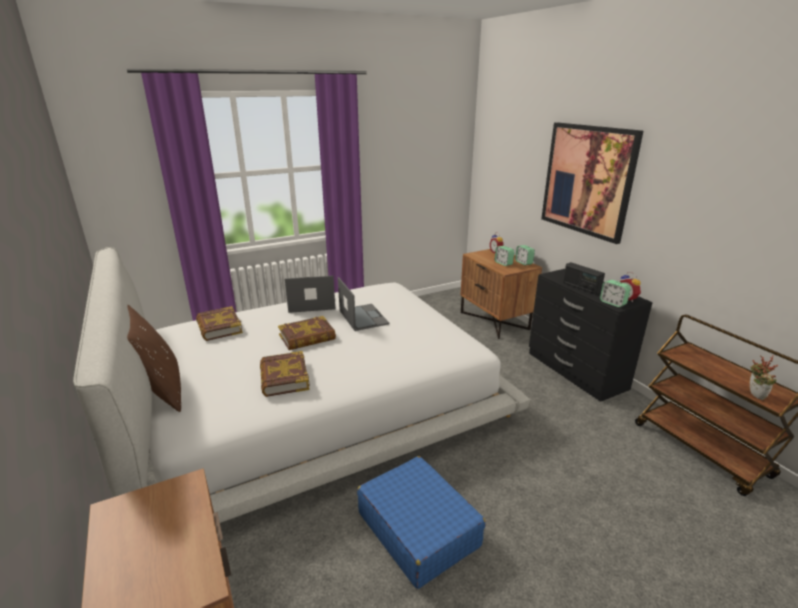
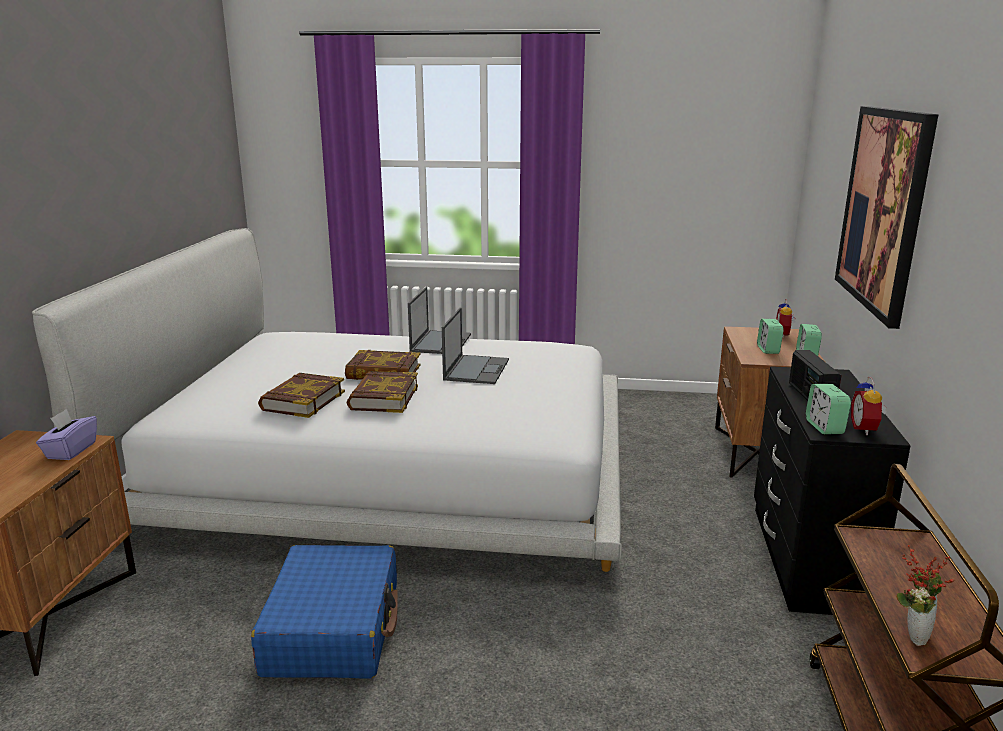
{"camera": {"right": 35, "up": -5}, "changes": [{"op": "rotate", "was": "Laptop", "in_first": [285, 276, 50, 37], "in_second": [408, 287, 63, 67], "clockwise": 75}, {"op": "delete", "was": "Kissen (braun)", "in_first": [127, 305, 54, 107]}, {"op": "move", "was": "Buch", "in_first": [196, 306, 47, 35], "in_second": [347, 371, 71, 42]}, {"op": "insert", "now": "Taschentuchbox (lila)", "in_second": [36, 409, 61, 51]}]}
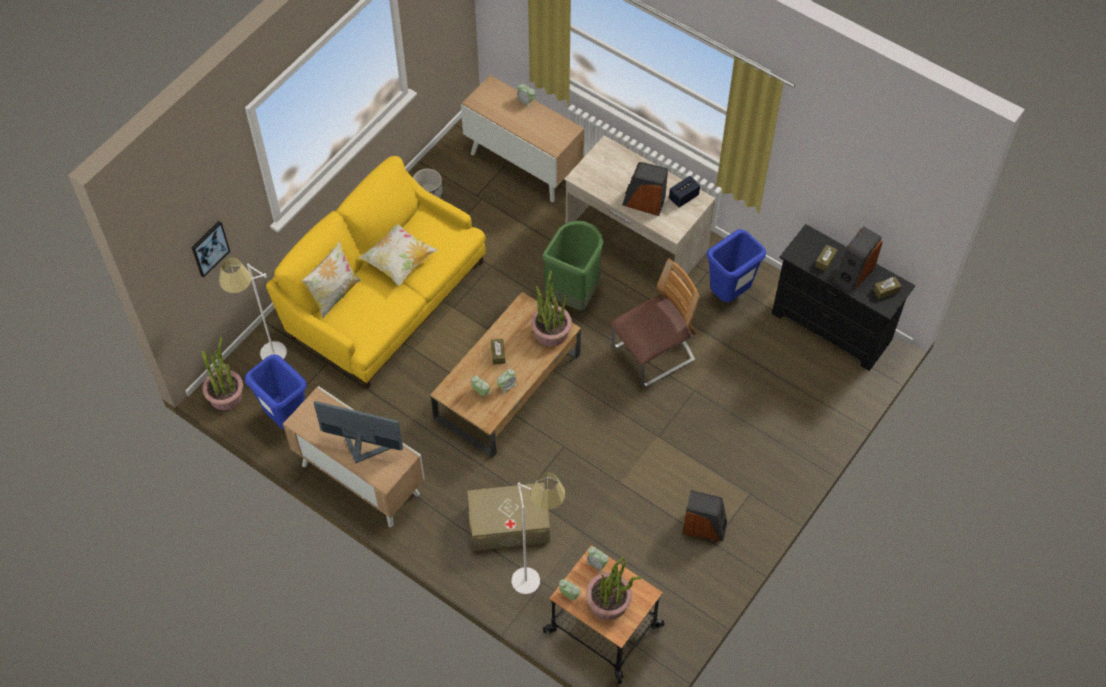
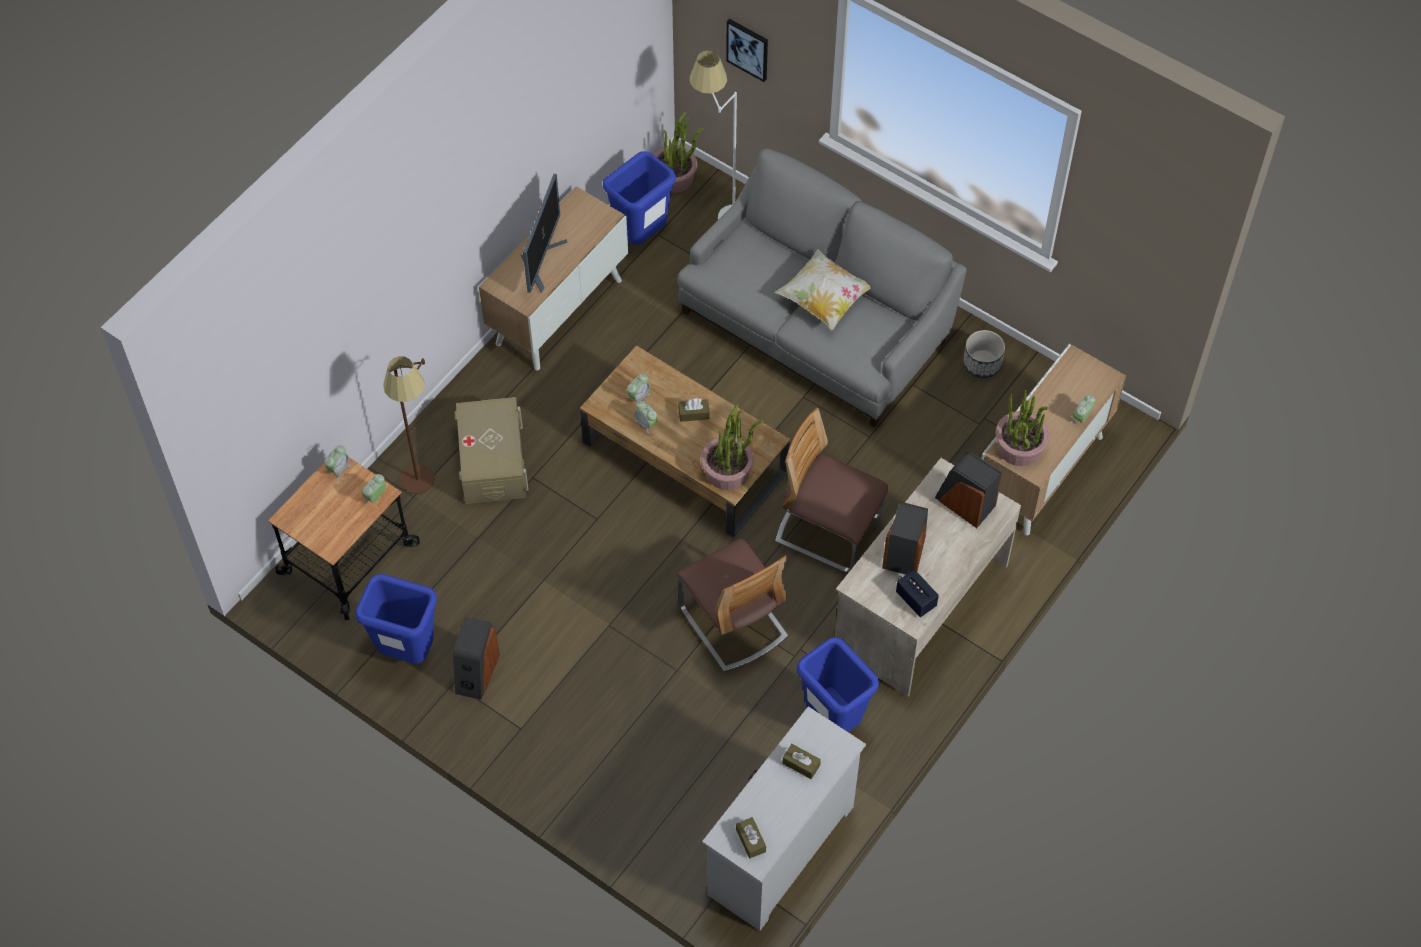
{"camera": {"right": 90, "up": 0}, "changes": [{"op": "recolor", "was": "Sofa (gelb)", "now": "Sofa (grau)", "in_first": [266, 156, 220, 233], "in_second": [678, 148, 288, 280]}, {"op": "replace", "was": "Mülleimer (grün)", "now": "Stuhl", "in_first": [542, 221, 62, 89], "in_second": [775, 408, 114, 164]}, {"op": "recolor", "was": "Kommode (schwarz)", "now": "Kommode (weiß)", "in_first": [772, 224, 143, 147], "in_second": [702, 706, 164, 225]}, {"op": "move", "was": "Lautsprecher", "in_first": [833, 226, 50, 67], "in_second": [935, 452, 67, 76]}, {"op": "delete", "was": "Kissen", "in_first": [302, 241, 58, 78]}, {"op": "recolor", "was": "Stehlampe (weiß)", "now": "Stehlampe (braun)", "in_first": [512, 472, 53, 122], "in_second": [383, 356, 52, 138]}, {"op": "move", "was": "Topfpflanze", "in_first": [586, 557, 55, 63], "in_second": [995, 390, 54, 76]}, {"op": "insert", "now": "Mülleimer (blau)", "in_second": [355, 574, 82, 90]}]}
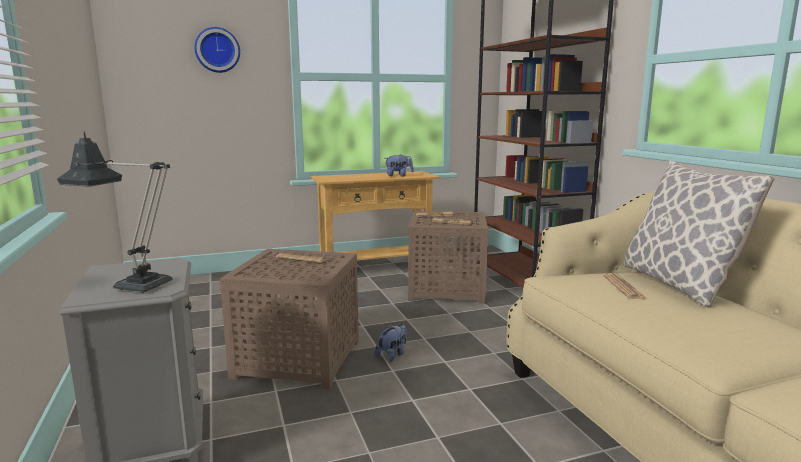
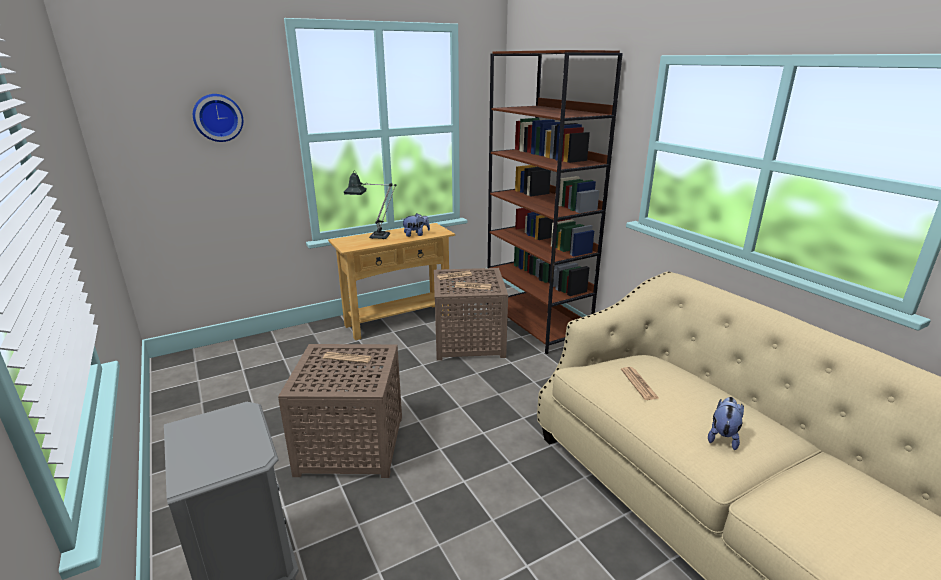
{"camera": {"right": -10, "up": 10}, "changes": [{"op": "move", "was": "Tischlampe", "in_first": [57, 132, 116, 161], "in_second": [344, 171, 52, 68]}, {"op": "delete", "was": "Kissen", "in_first": [623, 160, 152, 148]}, {"op": "move", "was": "Plüschtier", "in_first": [375, 323, 32, 39], "in_second": [708, 397, 36, 53]}]}
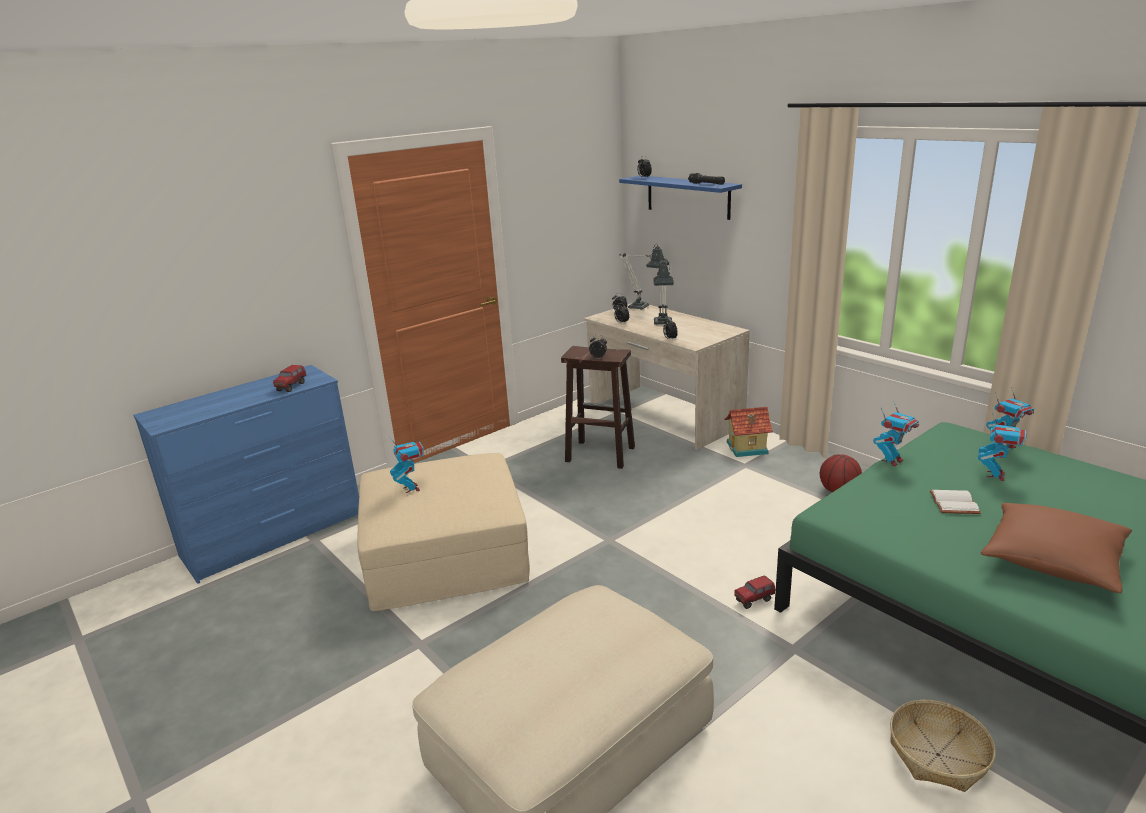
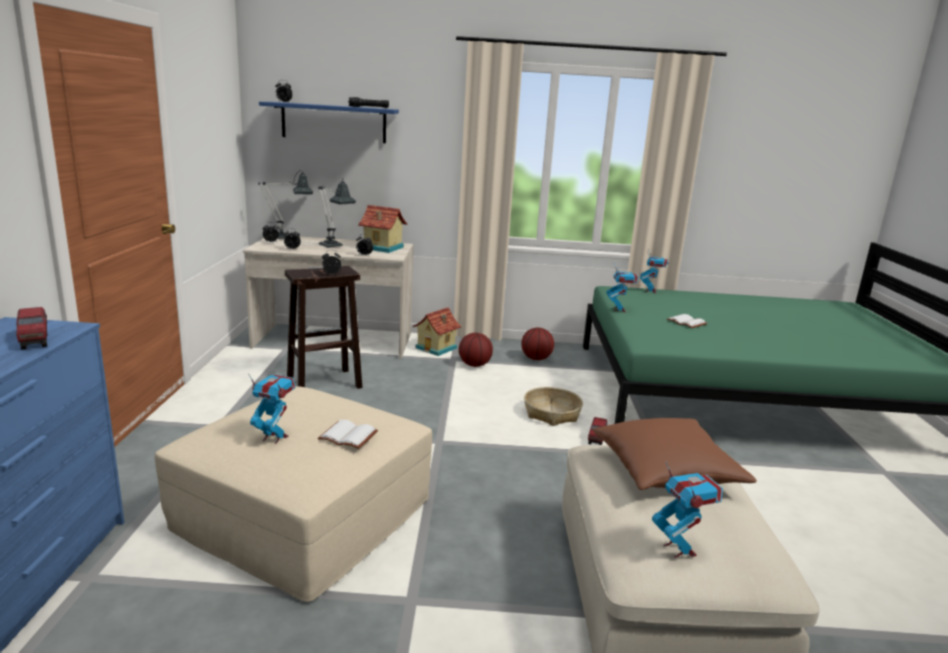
{"camera": {"right": -50, "up": -5}, "changes": [{"op": "move", "was": "Spielzeugroboter", "in_first": [978, 413, 49, 68], "in_second": [652, 461, 71, 96]}, {"op": "move", "was": "Kissen (braun)", "in_first": [981, 503, 151, 90], "in_second": [592, 418, 165, 72]}, {"op": "move", "was": "Korb", "in_first": [890, 700, 106, 92], "in_second": [524, 387, 59, 39]}, {"op": "insert", "now": "Spielzeughaus", "in_second": [358, 205, 49, 48]}, {"op": "insert", "now": "Basketball", "in_second": [459, 333, 34, 34]}, {"op": "insert", "now": "Buch (weiß)", "in_second": [318, 420, 60, 29]}]}
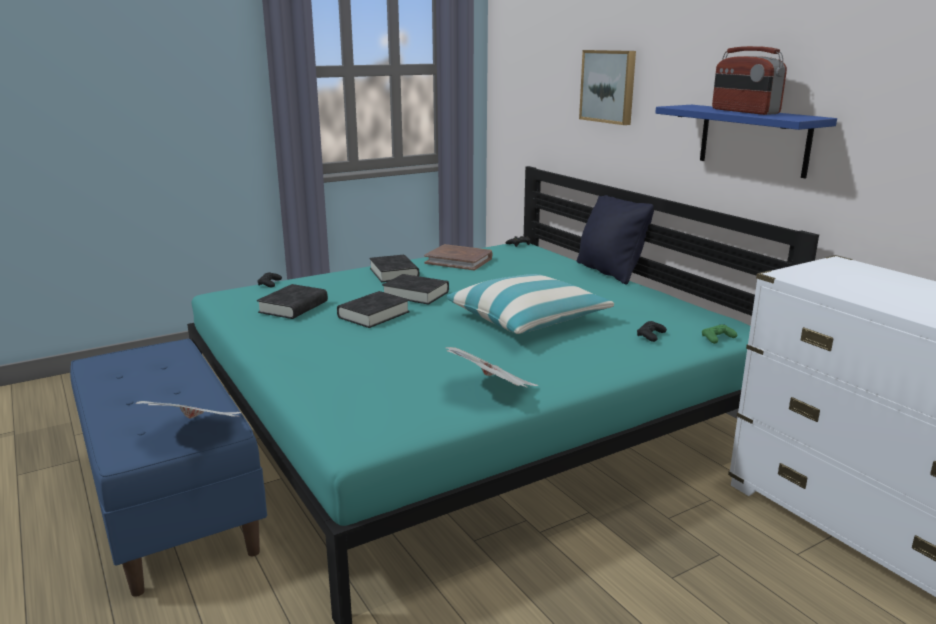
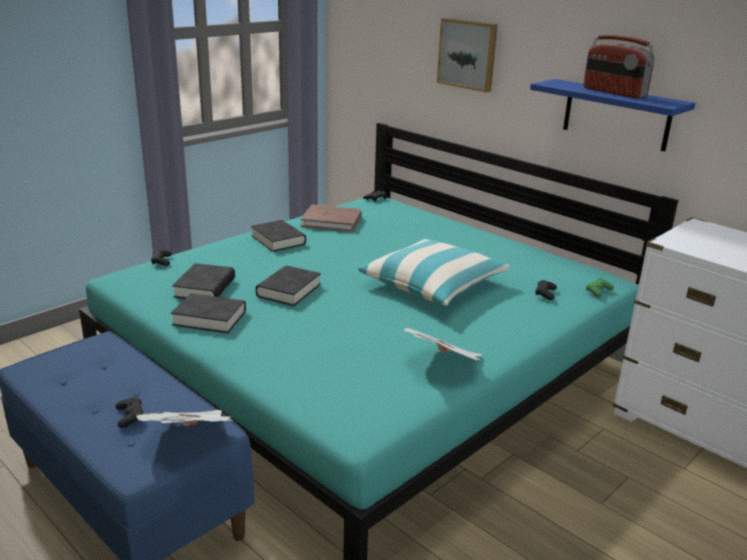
{"camera": {"right": -15, "up": 5}, "changes": [{"op": "delete", "was": "Kissen (schwarz)", "in_first": [577, 195, 77, 89]}, {"op": "move", "was": "Buch (schwarz)", "in_first": [382, 274, 67, 31], "in_second": [171, 293, 75, 40]}, {"op": "insert", "now": "Gamepad (schwarz)", "in_second": [115, 397, 29, 31]}]}
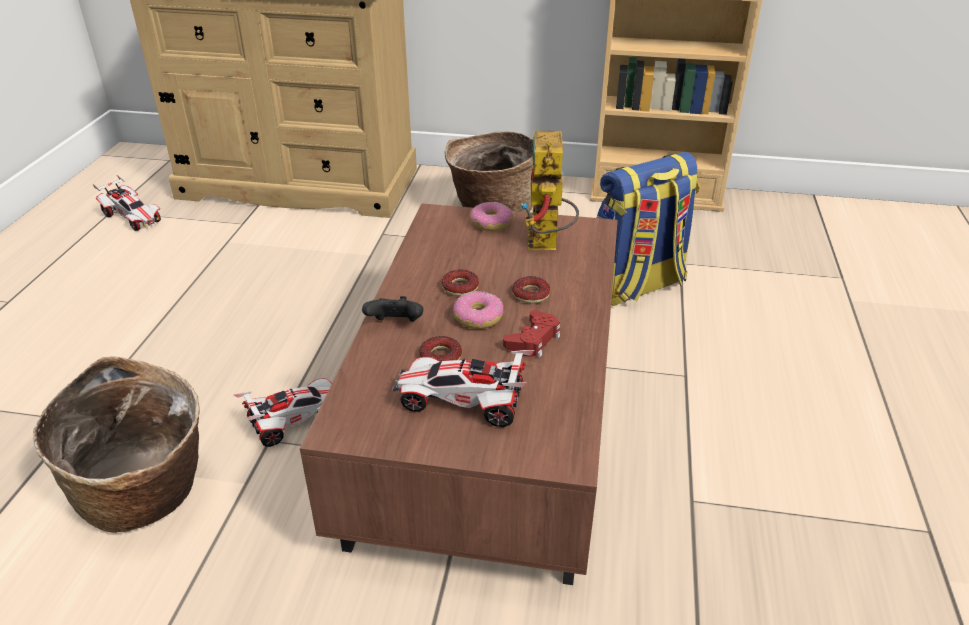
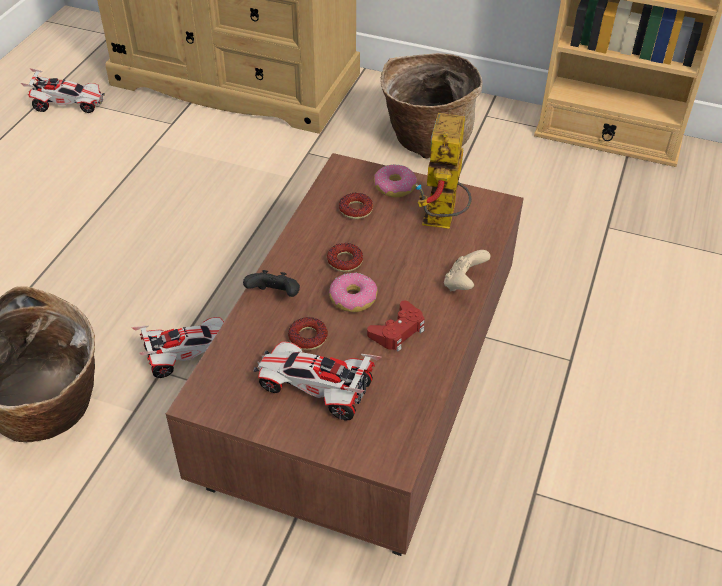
{"camera": {"right": 10, "up": 10}, "changes": [{"op": "delete", "was": "Rucksack", "in_first": [597, 152, 103, 154]}, {"op": "rotate", "was": "Spielzeugauto", "in_first": [93, 175, 68, 56], "in_second": [21, 68, 84, 45], "clockwise": -45}, {"op": "move", "was": "Donut", "in_first": [512, 276, 38, 28], "in_second": [339, 193, 34, 26]}, {"op": "insert", "now": "Gamepad (beige)", "in_second": [444, 250, 46, 41]}]}
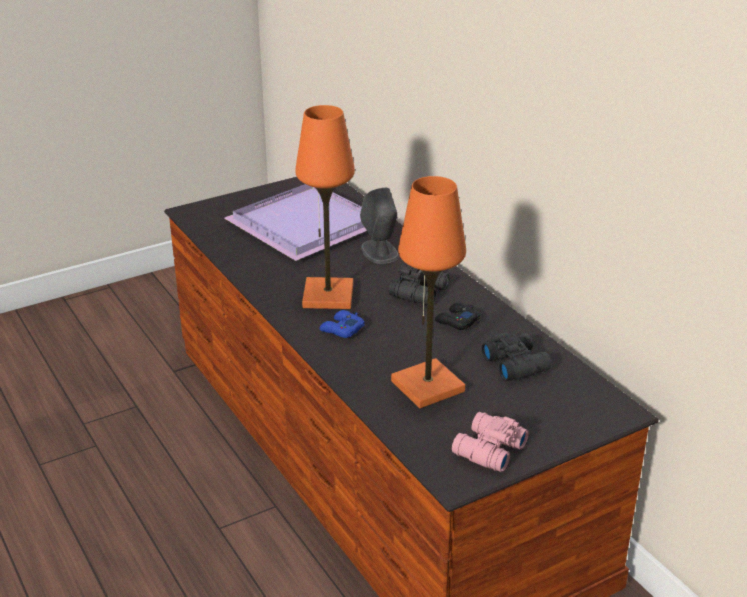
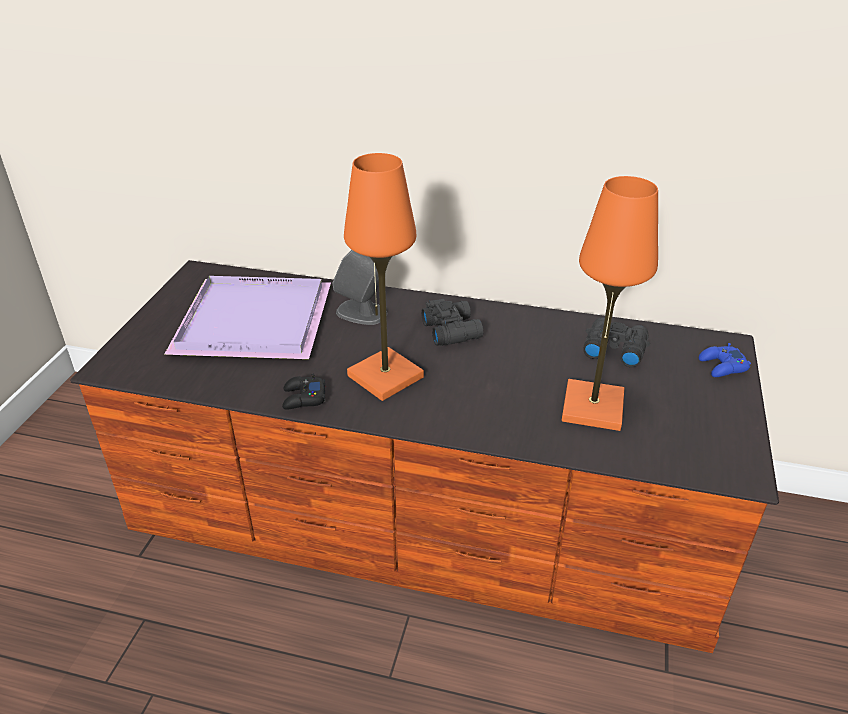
{"camera": {"right": -45, "up": 5}, "changes": [{"op": "move", "was": "Gamepad (schwarz)", "in_first": [435, 302, 45, 28], "in_second": [282, 374, 43, 36]}, {"op": "move", "was": "Gamepad (blau)", "in_first": [319, 310, 46, 28], "in_second": [699, 343, 52, 34]}, {"op": "delete", "was": "Fernglas (rosa)", "in_first": [452, 412, 77, 60]}]}
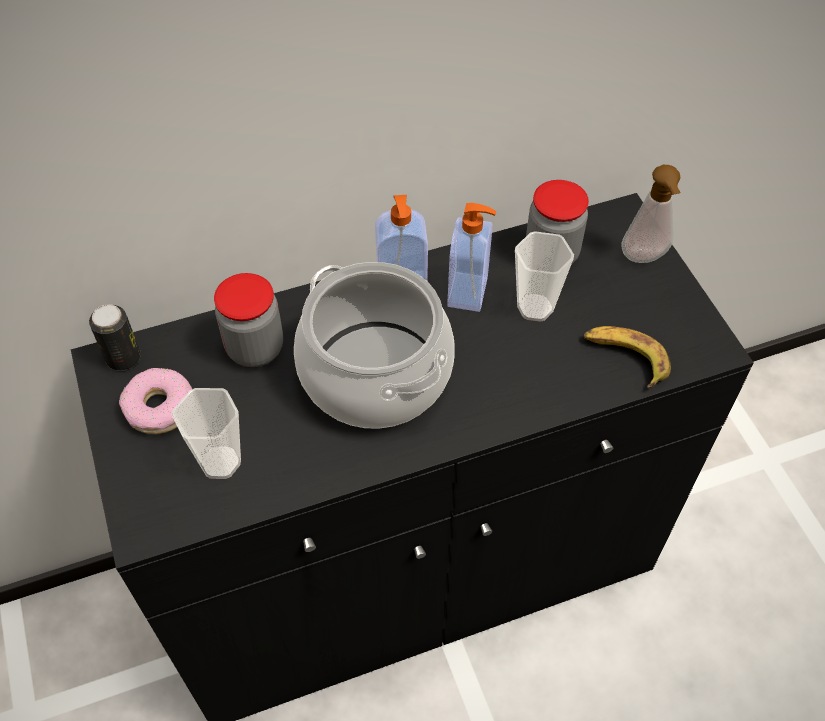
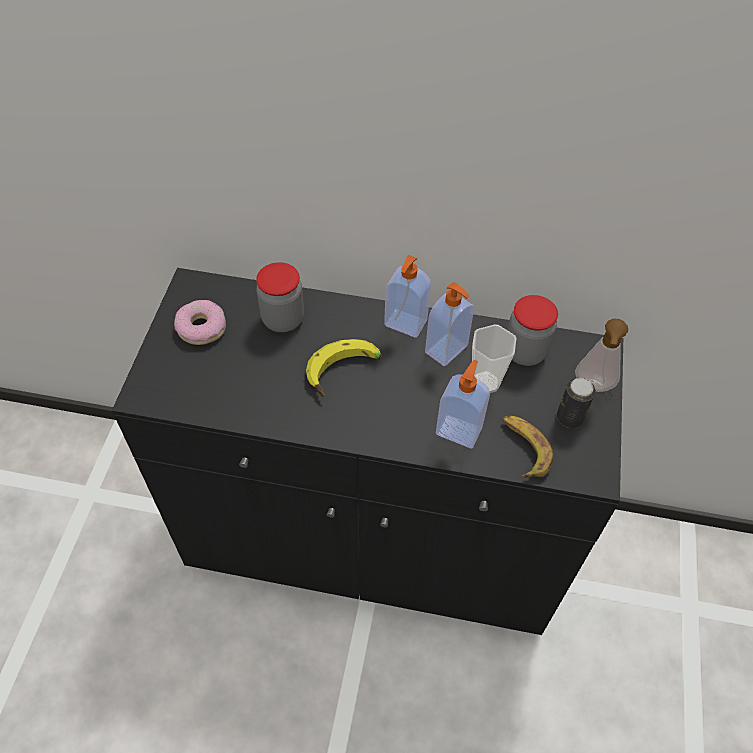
{"camera": {"right": 30, "up": 0}, "changes": [{"op": "replace", "was": "Kochtopf", "now": "Banane", "in_first": [294, 262, 161, 167], "in_second": [306, 339, 76, 58]}, {"op": "move", "was": "Dose", "in_first": [89, 304, 52, 67], "in_second": [557, 378, 39, 50]}, {"op": "delete", "was": "Tasse", "in_first": [172, 388, 69, 91]}, {"op": "insert", "now": "Seifenspender", "in_second": [436, 360, 54, 89]}]}
